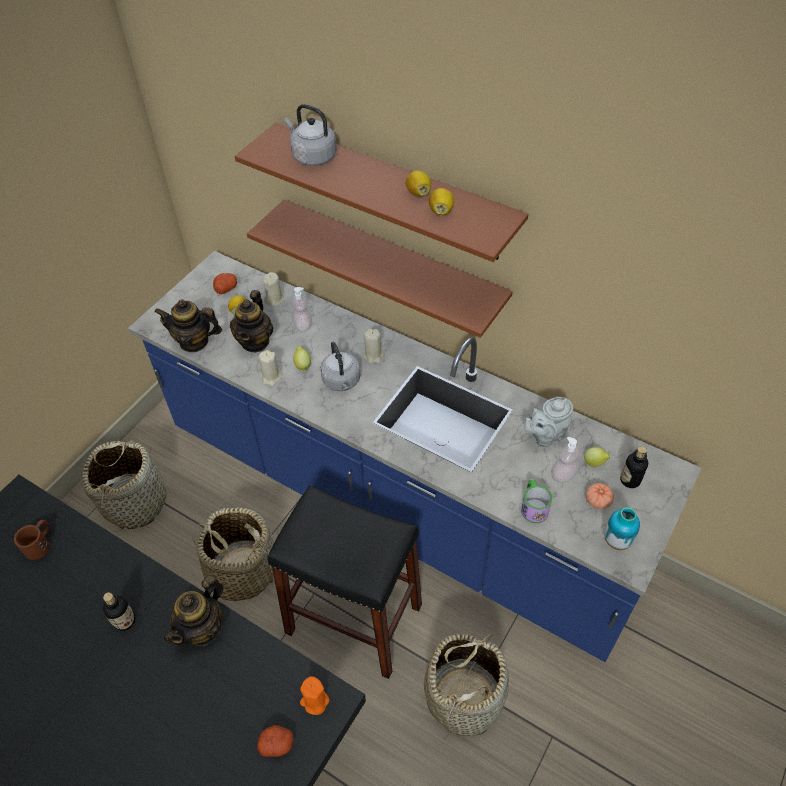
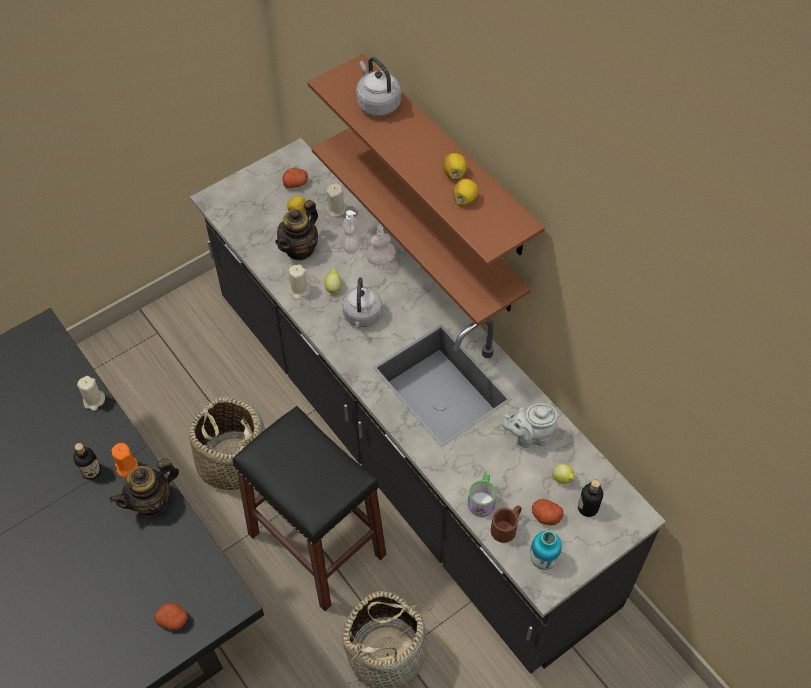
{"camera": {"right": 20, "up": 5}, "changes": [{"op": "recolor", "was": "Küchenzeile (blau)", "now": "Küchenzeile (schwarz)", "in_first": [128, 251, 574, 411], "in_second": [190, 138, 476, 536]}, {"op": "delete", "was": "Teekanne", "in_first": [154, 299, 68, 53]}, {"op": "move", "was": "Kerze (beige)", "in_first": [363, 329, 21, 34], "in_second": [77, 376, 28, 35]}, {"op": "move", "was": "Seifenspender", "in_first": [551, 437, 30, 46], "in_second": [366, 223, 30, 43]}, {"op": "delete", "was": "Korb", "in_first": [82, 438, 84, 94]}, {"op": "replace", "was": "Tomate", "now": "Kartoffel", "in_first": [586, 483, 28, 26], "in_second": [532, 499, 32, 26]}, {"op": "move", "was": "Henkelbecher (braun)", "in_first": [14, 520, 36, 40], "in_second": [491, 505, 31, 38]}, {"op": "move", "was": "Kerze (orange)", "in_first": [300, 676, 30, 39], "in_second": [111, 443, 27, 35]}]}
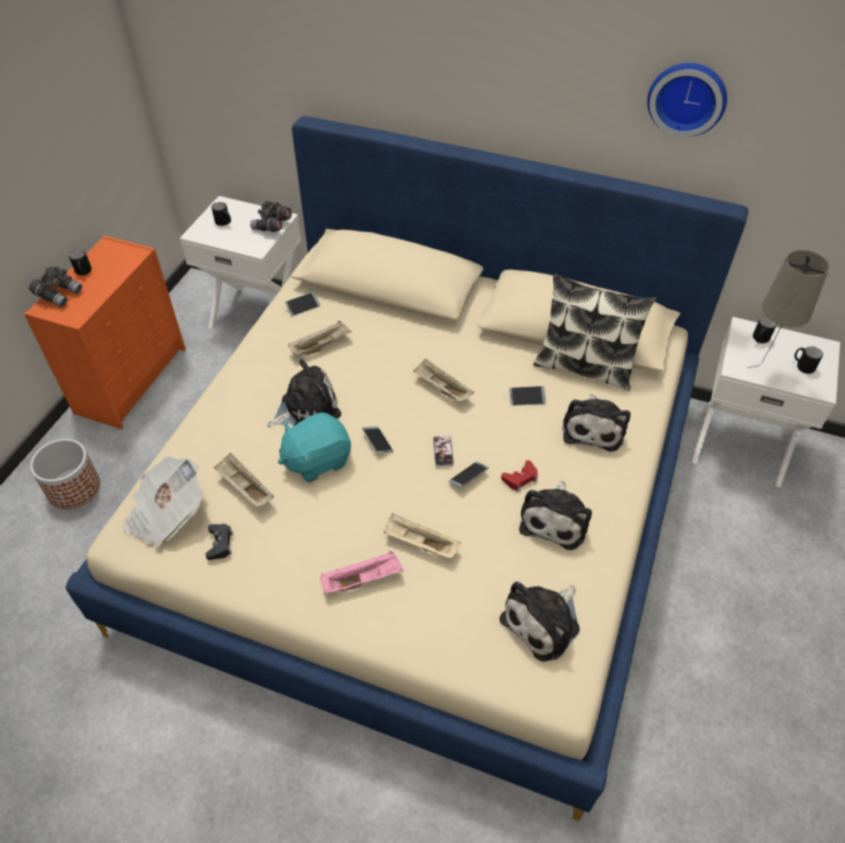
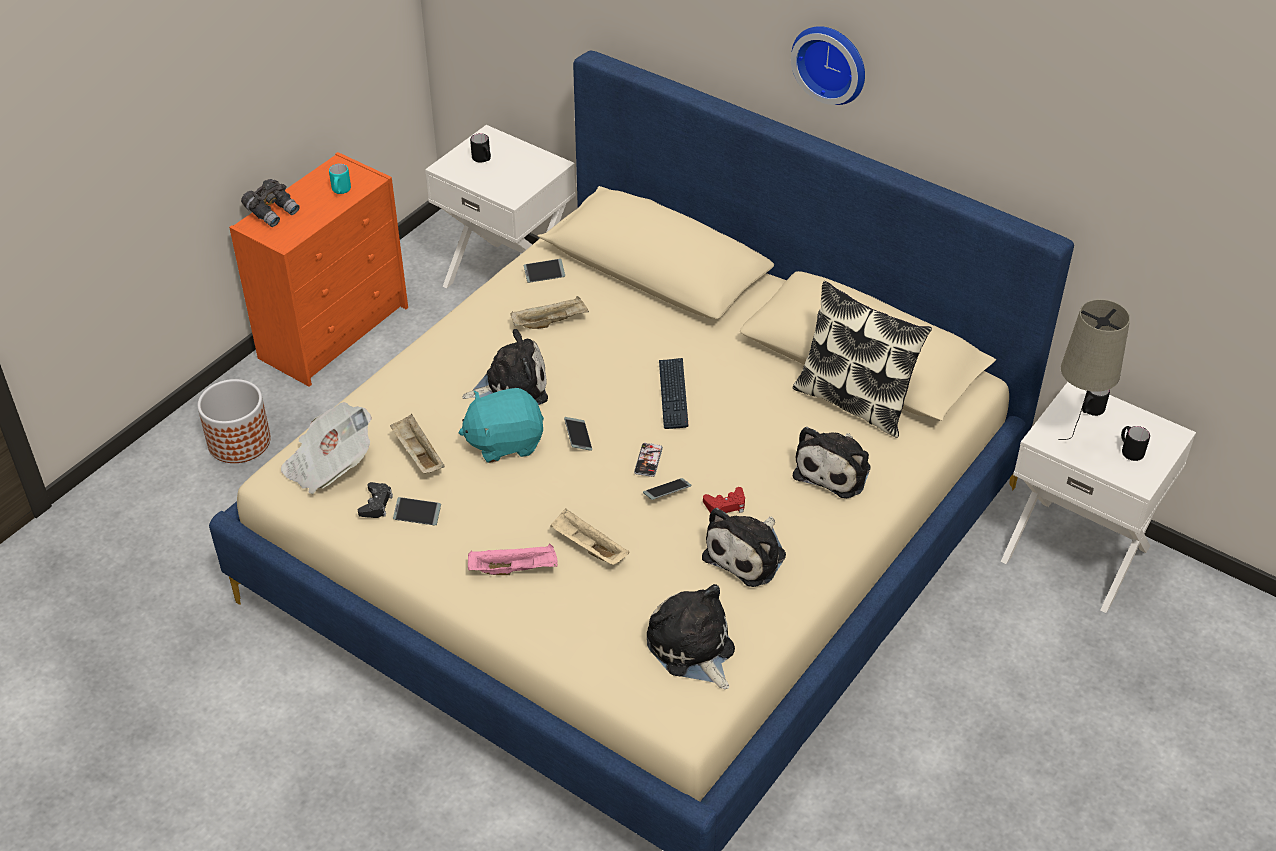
{"camera": {"right": 15, "up": -5}, "changes": [{"op": "move", "was": "Wanduhr", "in_first": [647, 63, 80, 74], "in_second": [791, 26, 74, 79]}, {"op": "delete", "was": "Fernglas (grau)", "in_first": [250, 201, 42, 31]}, {"op": "delete", "was": "Henkelbecher (schwarz)", "in_first": [69, 250, 23, 25]}, {"op": "replace", "was": "Tablett (beige)", "now": "Tastatur", "in_first": [413, 358, 61, 43], "in_second": [659, 358, 29, 71]}, {"op": "move", "was": "Handy", "in_first": [509, 386, 37, 20], "in_second": [393, 497, 48, 29]}, {"op": "rotate", "was": "Plüschtier", "in_first": [500, 581, 80, 81], "in_second": [647, 584, 88, 105], "clockwise": 90}, {"op": "insert", "now": "Henkelbecher (türkis)", "in_second": [329, 164, 22, 30]}]}
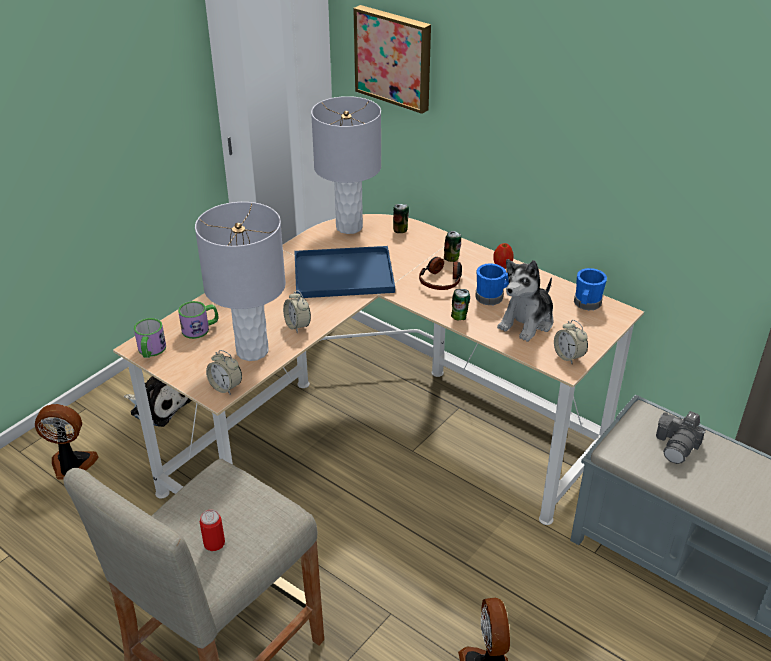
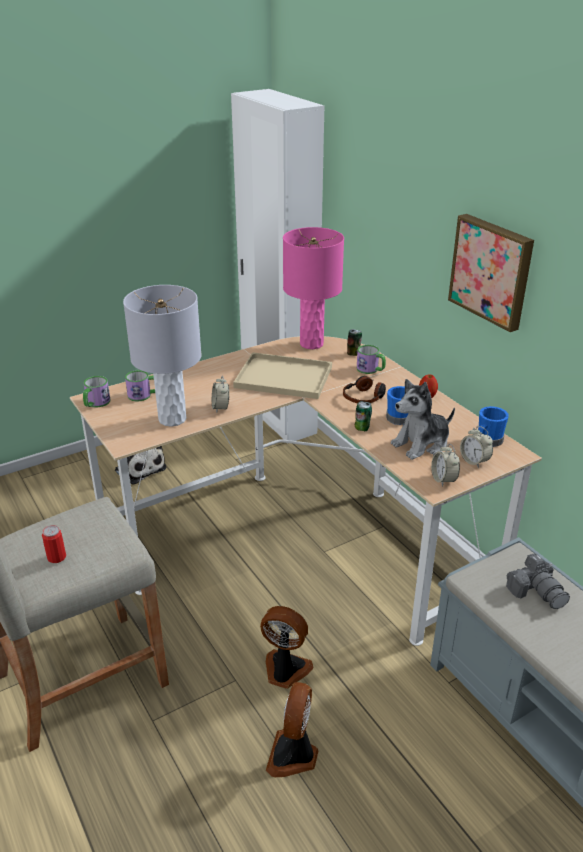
{"camera": {"right": 20, "up": -5}, "changes": [{"op": "move", "was": "Bild", "in_first": [353, 5, 78, 109], "in_second": [448, 214, 86, 118]}, {"op": "recolor", "was": "Tischlampe (grau)", "now": "Tischlampe (rosa)", "in_first": [311, 96, 70, 138], "in_second": [283, 227, 61, 122]}, {"op": "delete", "was": "Dose", "in_first": [444, 231, 18, 31]}, {"op": "recolor", "was": "Tablett (blau)", "now": "Tablett (beige)", "in_first": [294, 246, 101, 52], "in_second": [233, 352, 99, 47]}, {"op": "move", "was": "Wecker", "in_first": [206, 350, 36, 45], "in_second": [460, 426, 33, 42]}, {"op": "move", "was": "Ventilator", "in_first": [35, 404, 63, 76], "in_second": [260, 606, 54, 83]}, {"op": "rotate", "was": "Kamera", "in_first": [656, 411, 49, 53], "in_second": [506, 553, 64, 56], "clockwise": -75}, {"op": "insert", "now": "Henkelbecher", "in_second": [357, 345, 29, 29]}]}
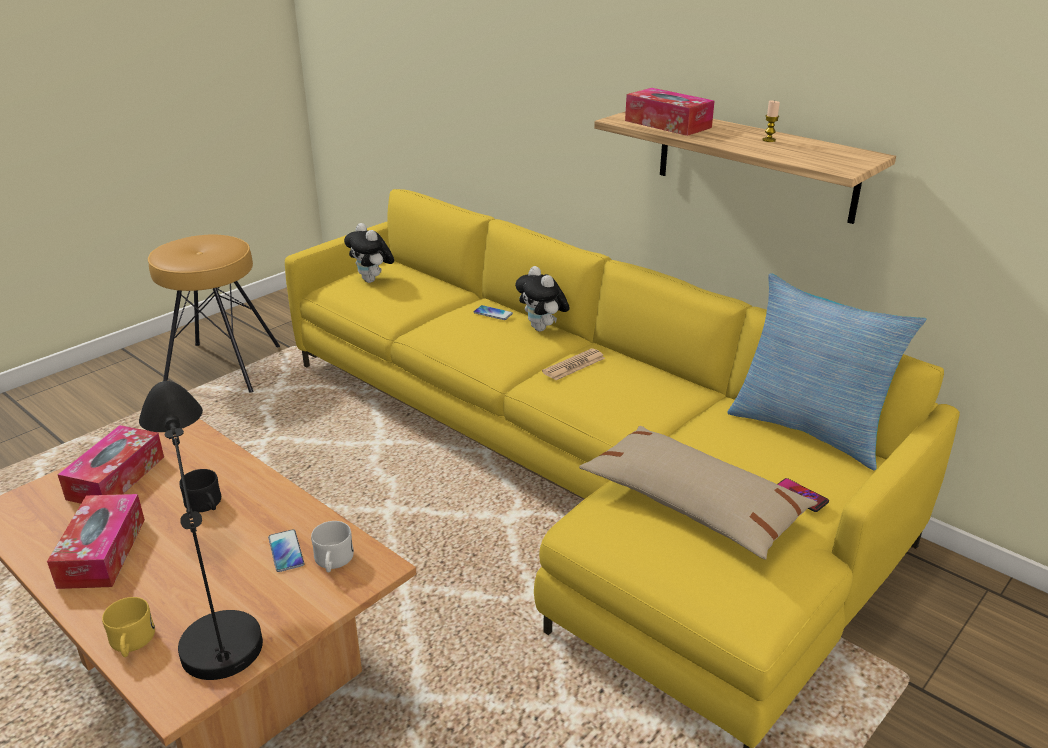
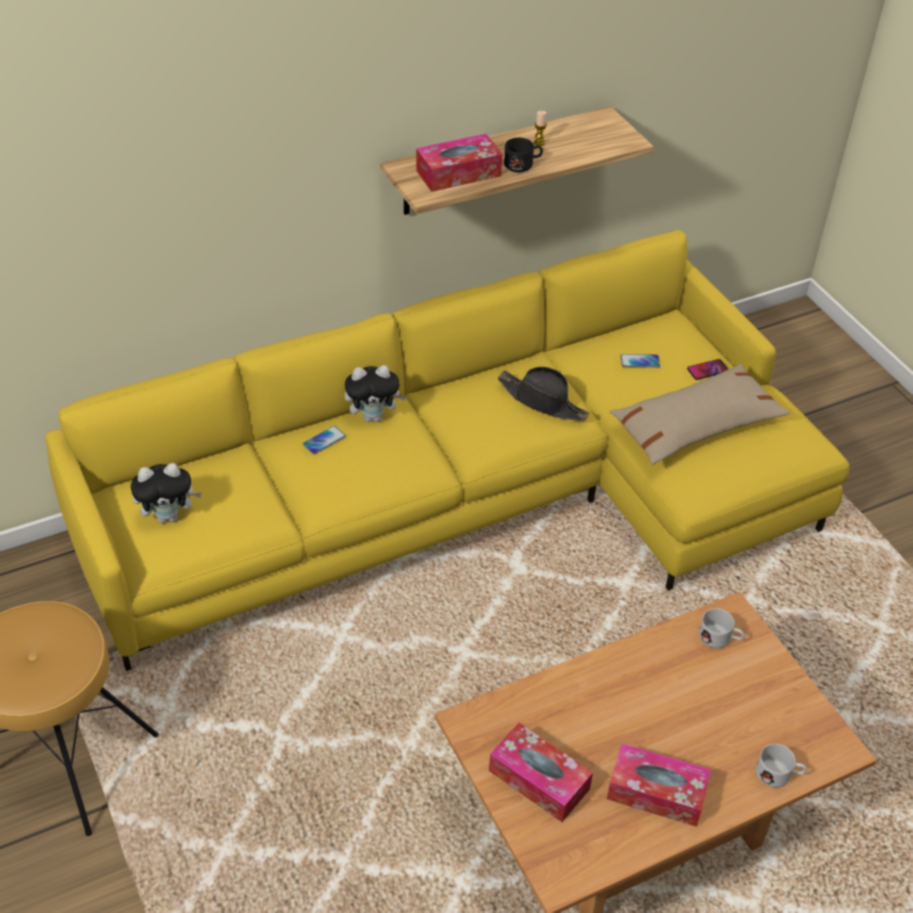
{"camera": {"right": -70, "up": 15}, "changes": [{"op": "delete", "was": "Kissen", "in_first": [727, 273, 199, 197]}, {"op": "delete", "was": "Zeitung", "in_first": [542, 348, 63, 32]}, {"op": "delete", "was": "Tischlampe (schwarz)", "in_first": [139, 381, 124, 299]}, {"op": "move", "was": "Henkelbecher (schwarz)", "in_first": [179, 469, 42, 43], "in_second": [504, 138, 39, 34]}, {"op": "move", "was": "Handy", "in_first": [268, 529, 36, 43], "in_second": [620, 354, 40, 14]}, {"op": "recolor", "was": "Henkelbecher (gelb)", "now": "Henkelbecher (weiß)", "in_first": [102, 597, 53, 60], "in_second": [756, 744, 51, 44]}, {"op": "insert", "now": "Hut (schwarz)", "in_second": [497, 366, 92, 55]}]}
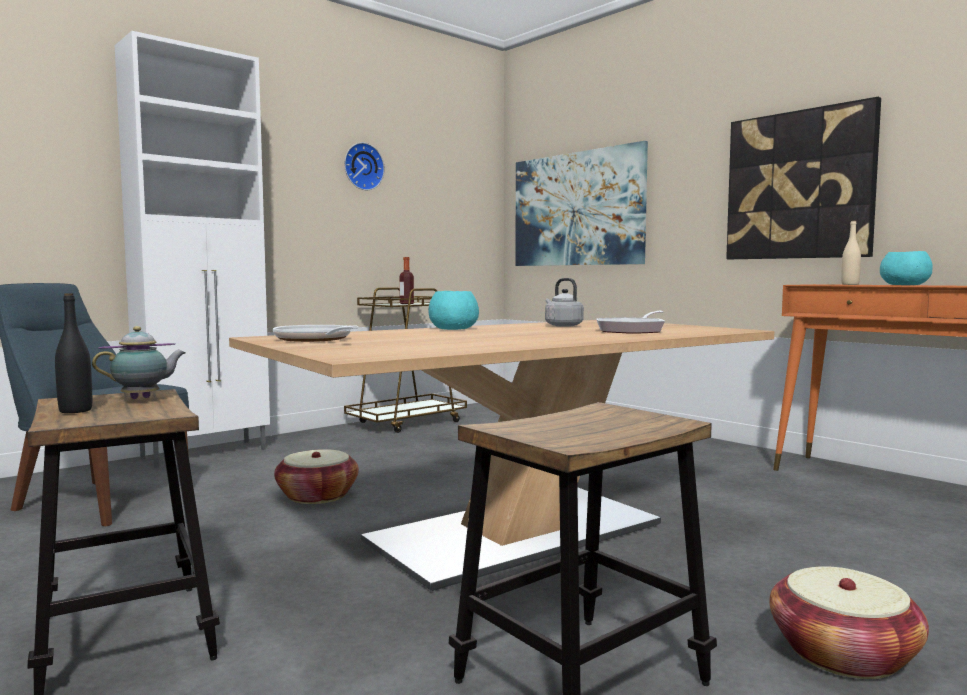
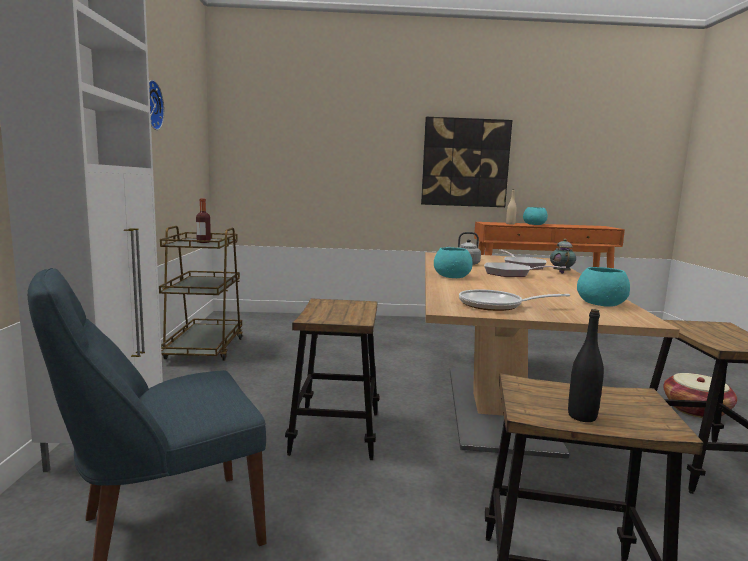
{"camera": {"right": -50, "up": 5}, "changes": [{"op": "delete", "was": "Bild", "in_first": [515, 141, 133, 125]}, {"op": "move", "was": "Teekanne", "in_first": [92, 326, 94, 73], "in_second": [550, 239, 26, 35]}, {"op": "replace", "was": "Korb", "now": "Hocker", "in_first": [274, 449, 85, 55], "in_second": [285, 298, 94, 162]}, {"op": "insert", "now": "Pfanne", "in_second": [484, 262, 82, 15]}, {"op": "insert", "now": "Schüssel (türkis)", "in_second": [577, 267, 53, 40]}]}
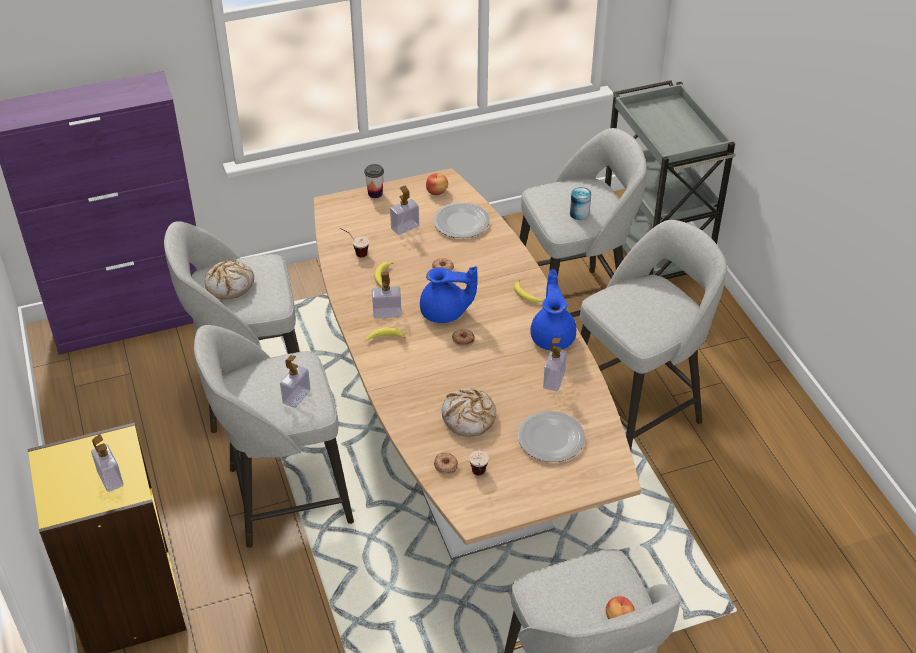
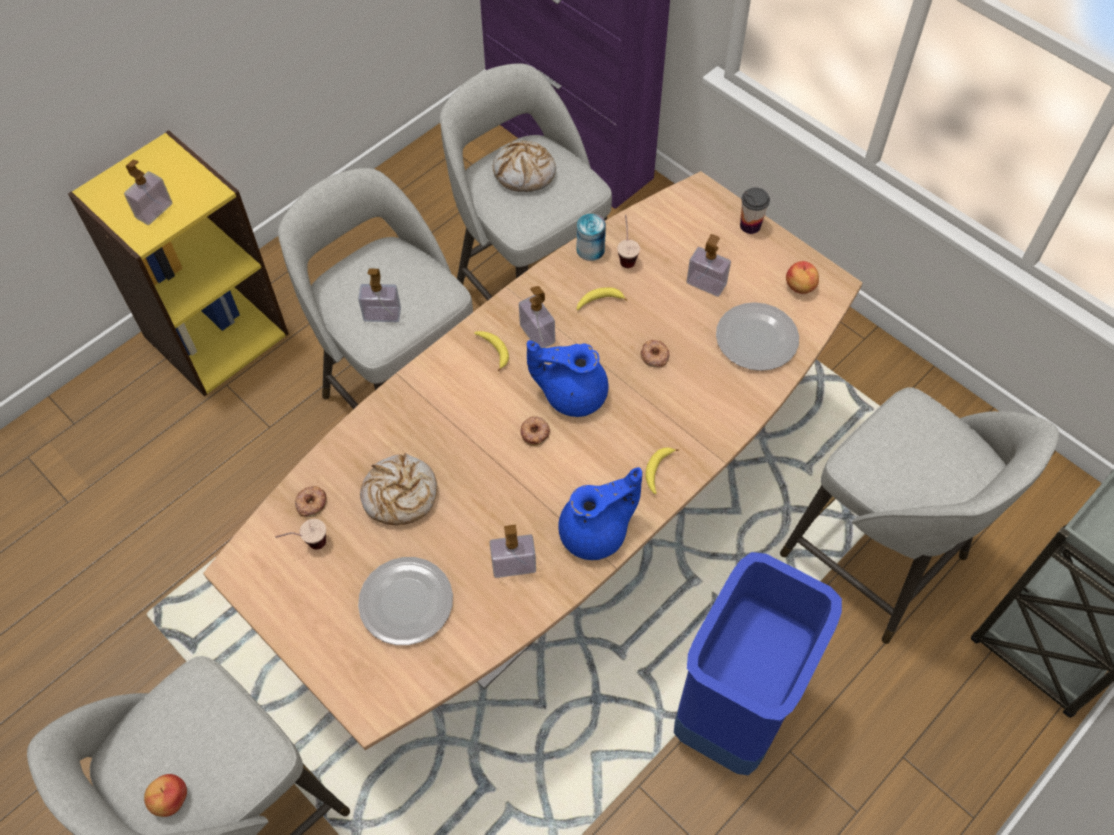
{"camera": {"right": 65, "up": 15}, "changes": [{"op": "move", "was": "Dose", "in_first": [570, 187, 21, 33], "in_second": [577, 214, 29, 47]}, {"op": "replace", "was": "Hocker (grau)", "now": "Mülleimer (blau)", "in_first": [580, 220, 147, 231], "in_second": [674, 552, 168, 223]}, {"op": "rotate", "was": "Teekanne (blau)", "in_first": [420, 266, 57, 57], "in_second": [527, 340, 81, 77], "clockwise": 120}]}
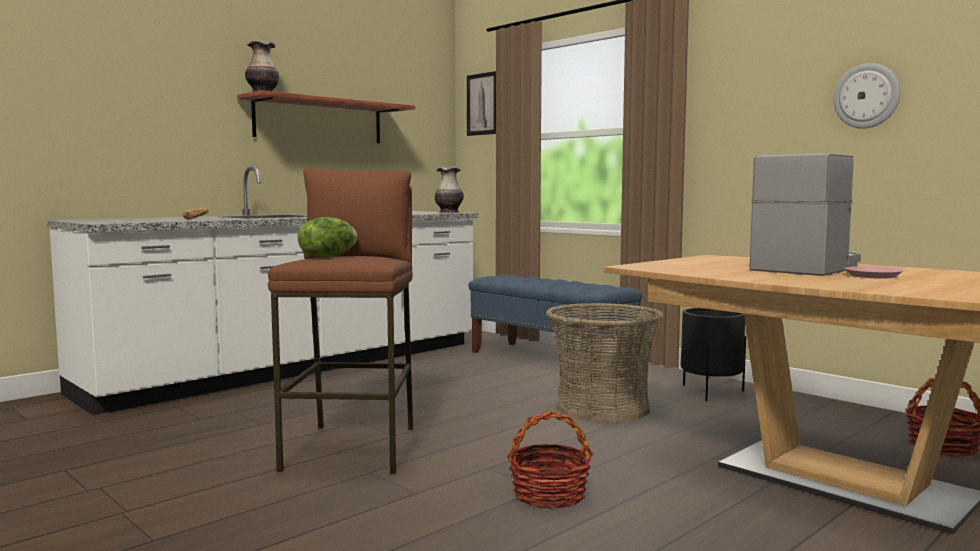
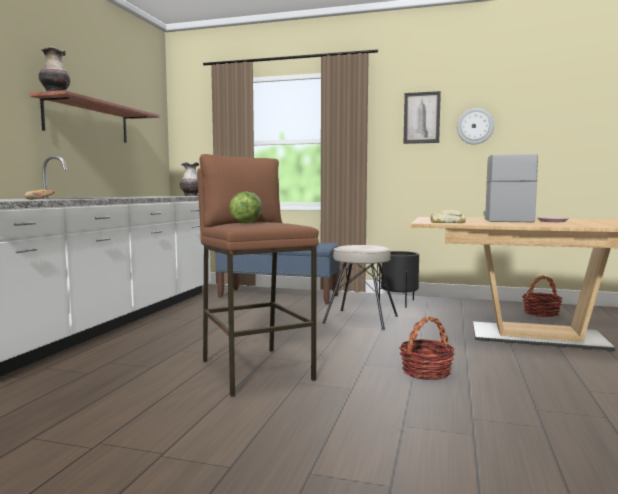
{"camera": {"right": -30, "up": 0}, "changes": [{"op": "move", "was": "Bild", "in_first": [467, 71, 29, 65], "in_second": [404, 91, 37, 53]}, {"op": "replace", "was": "Korb", "now": "Hocker (beige)", "in_first": [546, 303, 118, 119], "in_second": [323, 245, 75, 85]}, {"op": "insert", "now": "Brot", "in_second": [430, 210, 36, 13]}]}
